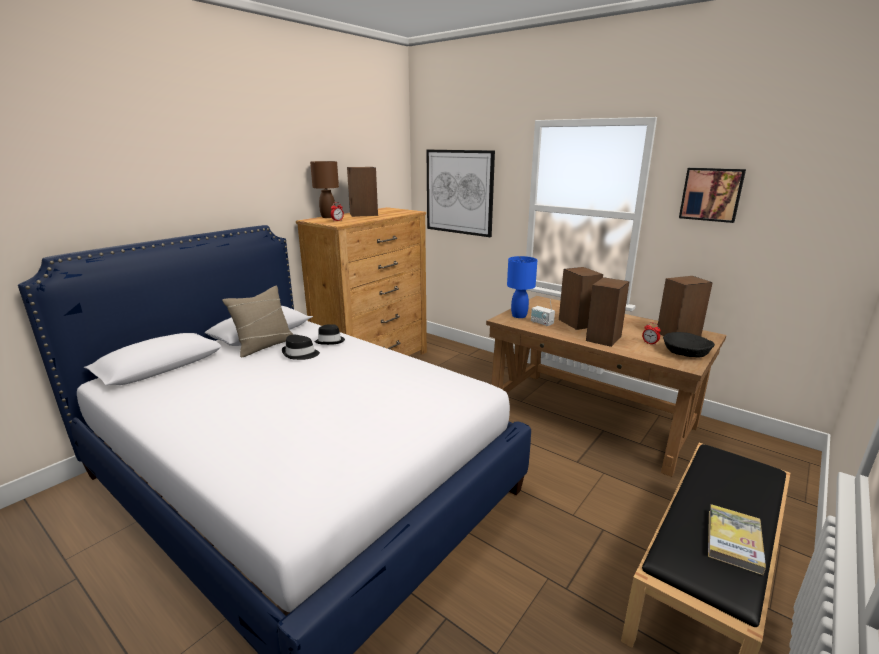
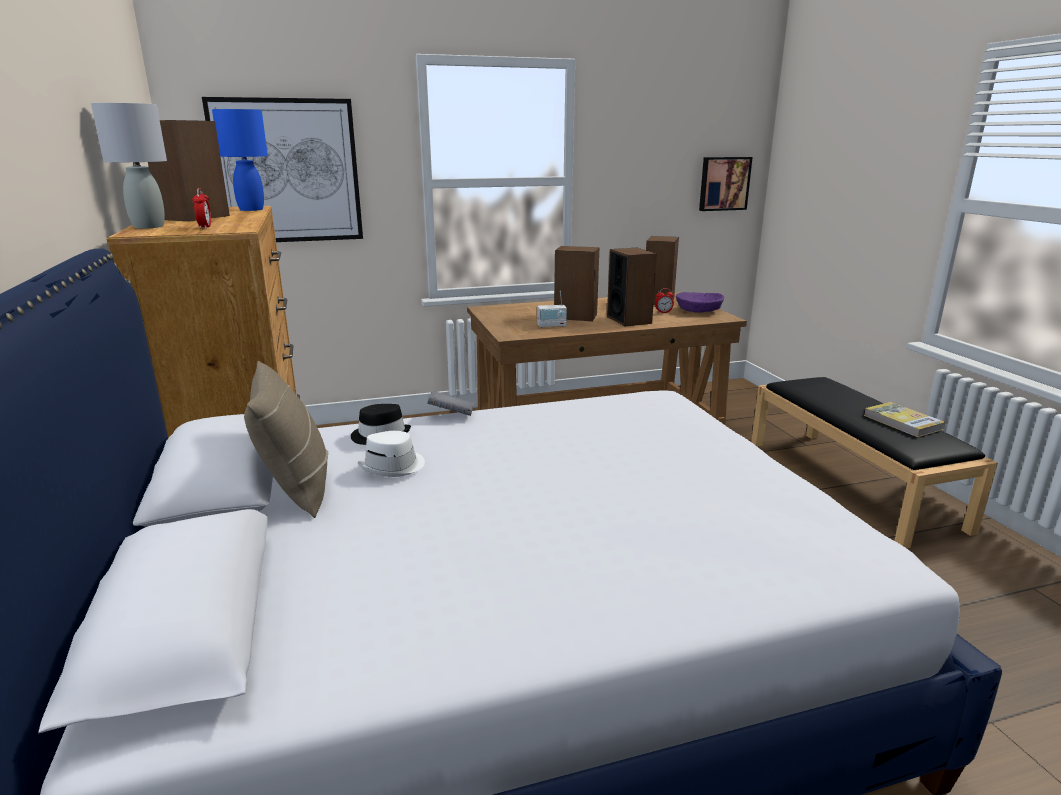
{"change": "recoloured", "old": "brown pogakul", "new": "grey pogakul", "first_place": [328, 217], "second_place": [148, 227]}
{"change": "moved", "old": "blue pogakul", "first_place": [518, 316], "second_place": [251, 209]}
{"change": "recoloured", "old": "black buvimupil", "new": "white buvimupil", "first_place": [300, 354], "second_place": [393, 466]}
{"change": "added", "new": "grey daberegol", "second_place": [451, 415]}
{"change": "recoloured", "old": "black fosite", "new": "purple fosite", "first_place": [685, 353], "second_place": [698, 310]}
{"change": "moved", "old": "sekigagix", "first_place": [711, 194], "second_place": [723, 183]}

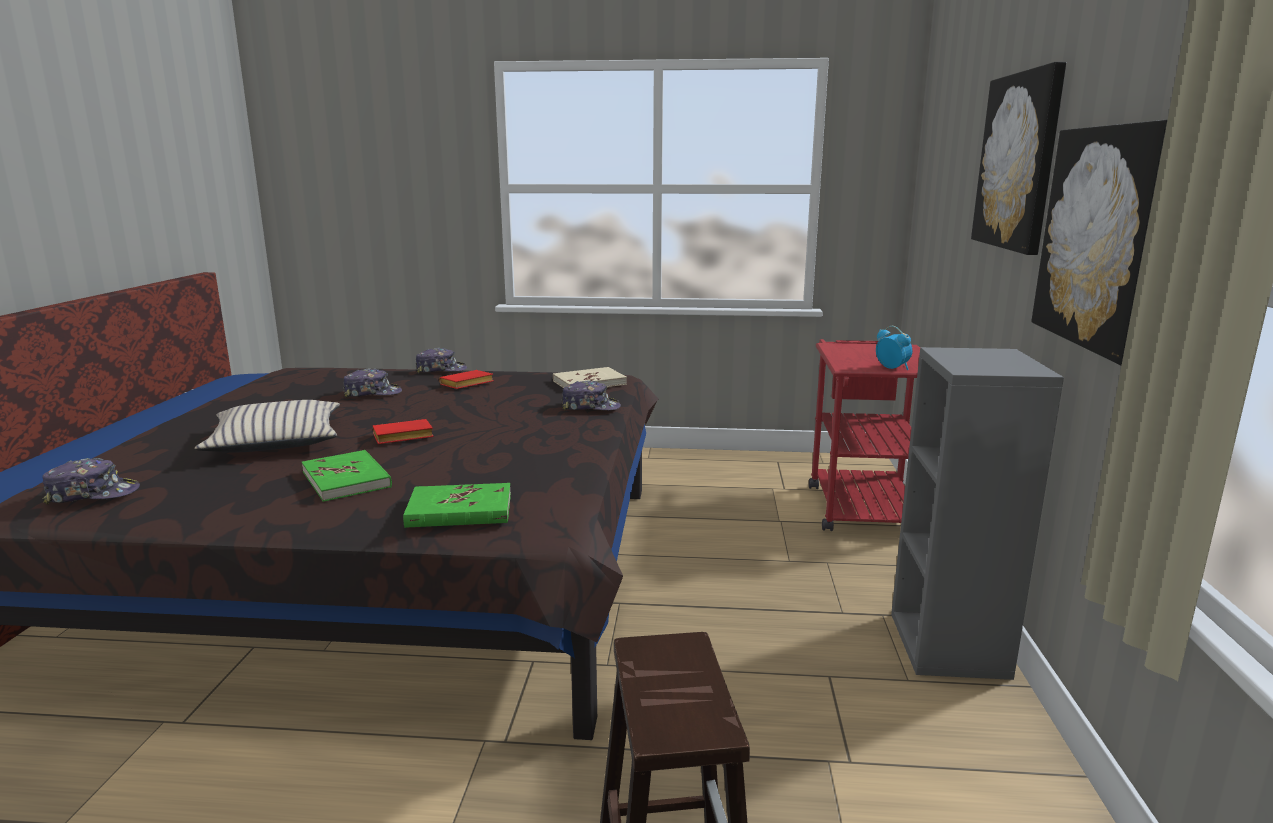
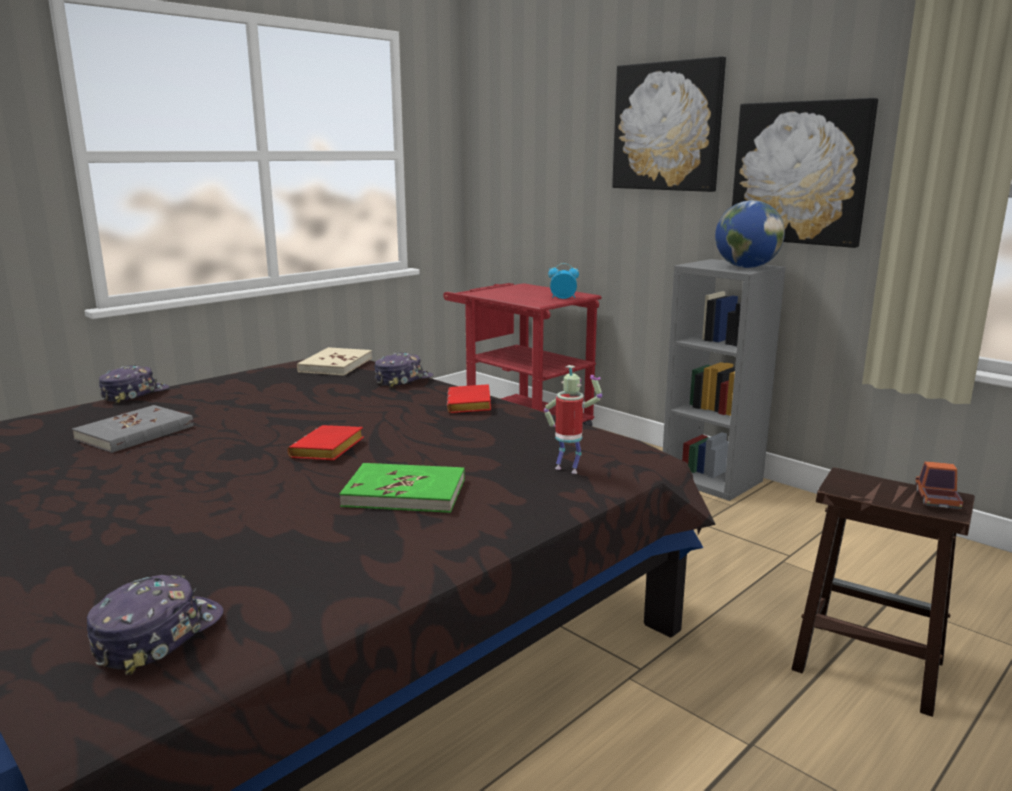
{"change": "replaced", "old": "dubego", "new": "grey daberegol", "first_place": [372, 393], "second_place": [135, 433]}
{"change": "moved", "old": "red daberegol", "first_place": [466, 384], "second_place": [471, 405]}
{"change": "replaced", "old": "green daberegol", "new": "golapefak", "first_place": [460, 510], "second_place": [568, 469]}
{"change": "added", "new": "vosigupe", "second_place": [746, 267]}
{"change": "added", "new": "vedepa", "second_place": [936, 500]}
{"change": "removed", "old": "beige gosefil", "first_place": [276, 441]}

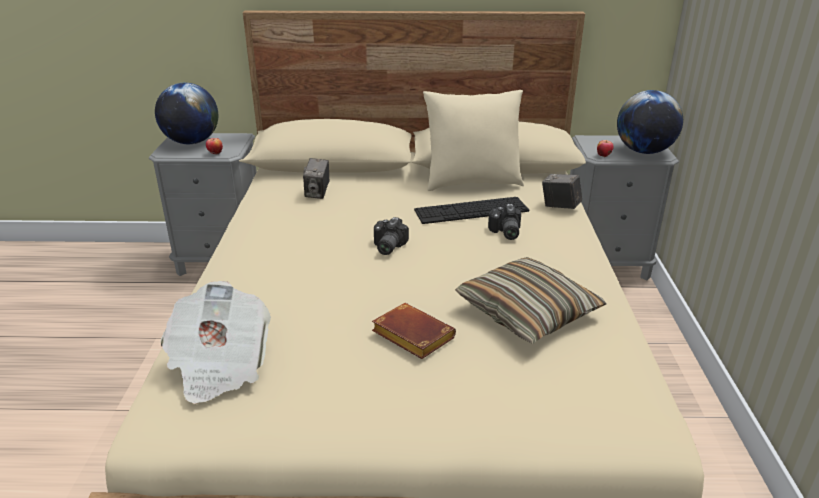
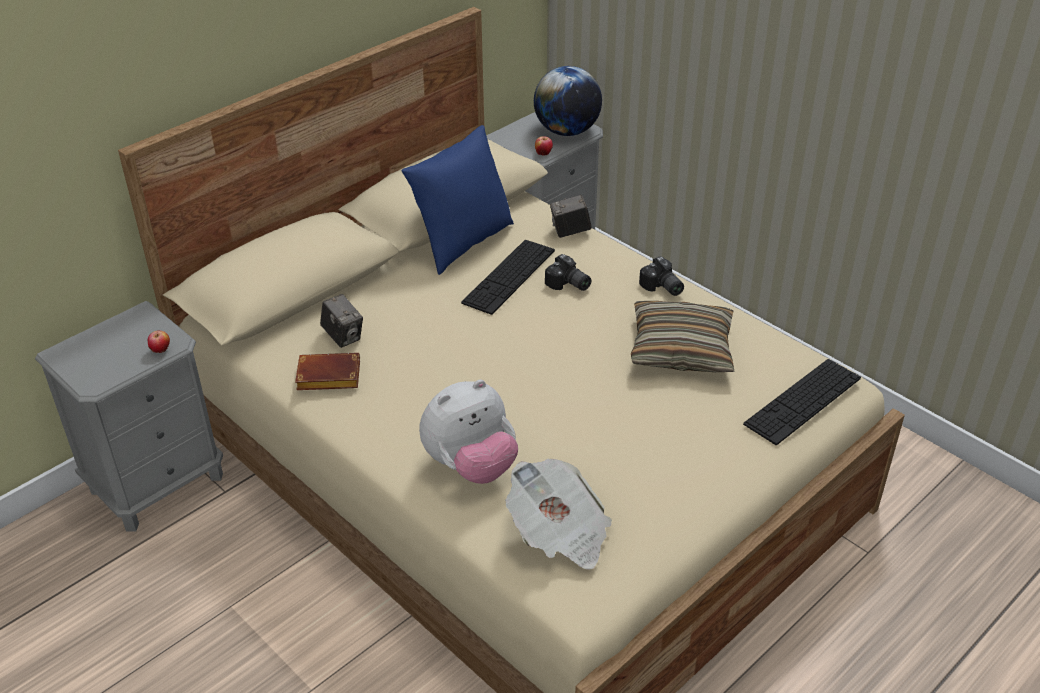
{"change": "moved", "old": "brown daberegol", "first_place": [410, 336], "second_place": [327, 378]}
{"change": "recoloured", "old": "beige gosefil", "new": "blue gosefil", "first_place": [472, 182], "second_place": [462, 243]}
{"change": "added", "new": "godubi", "second_place": [471, 466]}
{"change": "moved", "old": "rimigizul", "first_place": [387, 247], "second_place": [661, 288]}
{"change": "added", "new": "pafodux", "second_place": [803, 401]}
{"change": "removed", "old": "vosigupe", "first_place": [192, 142]}

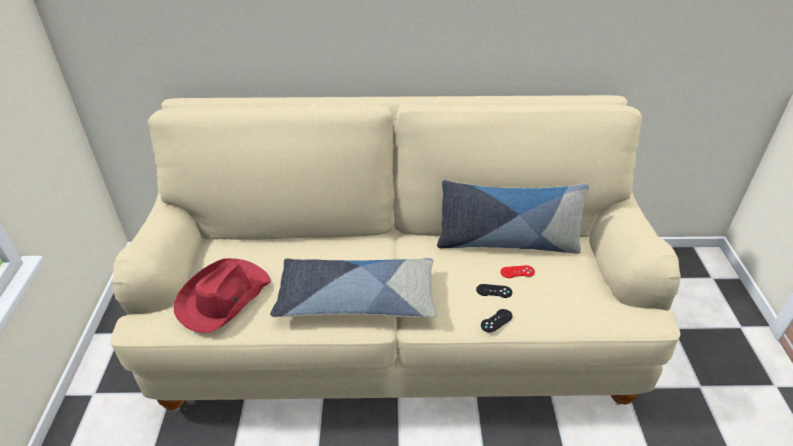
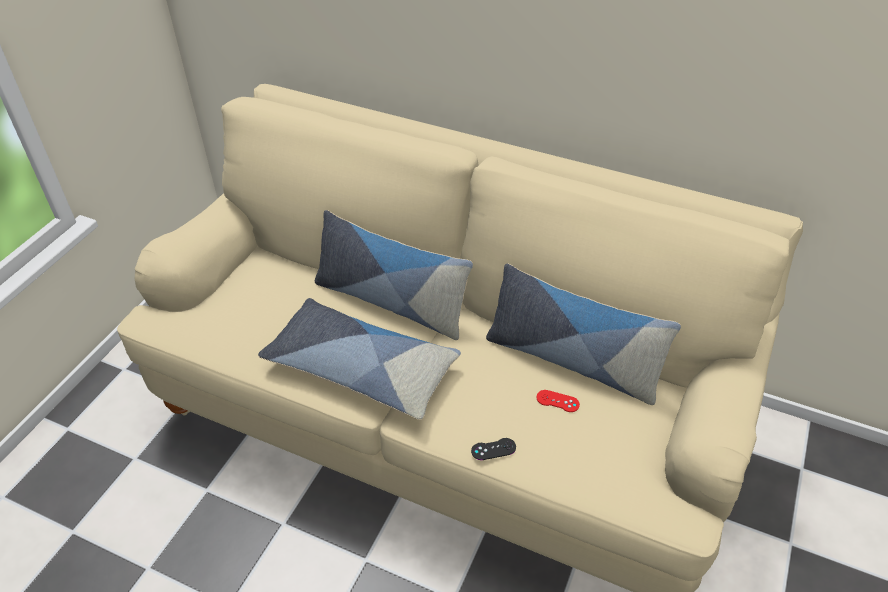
{"change": "added", "new": "gosefil", "second_place": [391, 302]}
{"change": "removed", "old": "red buvimupil", "first_place": [223, 297]}
{"change": "removed", "old": "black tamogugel", "first_place": [494, 291]}

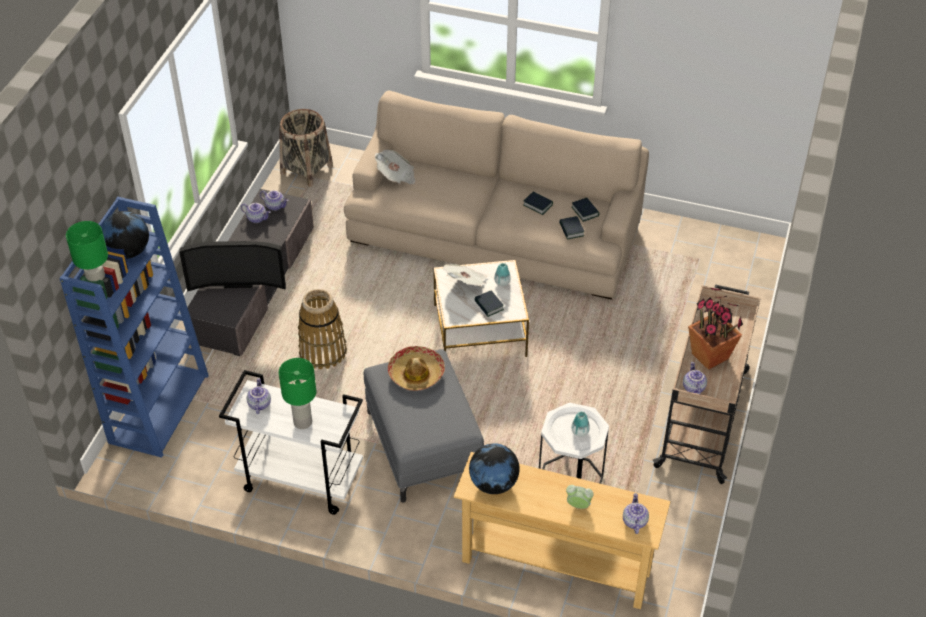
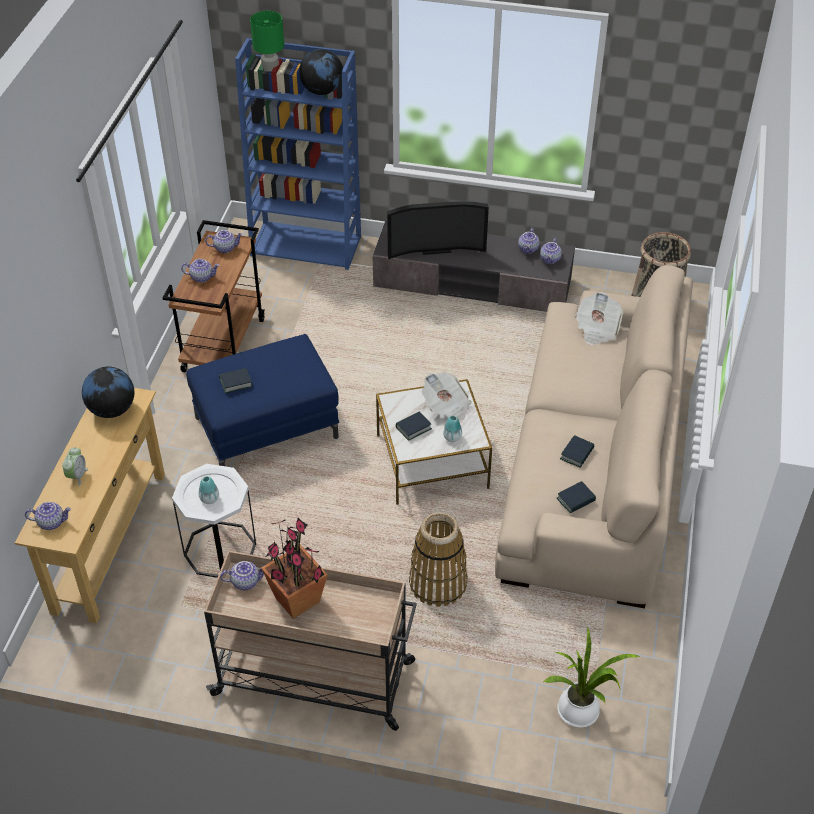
{"change": "recoloured", "old": "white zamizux", "new": "brown zamizux", "first_place": [299, 480], "second_place": [223, 344]}
{"change": "replaced", "old": "green pogakul", "new": "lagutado", "first_place": [302, 422], "second_place": [202, 277]}
{"change": "recoloured", "old": "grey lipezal", "new": "blue lipezal", "first_place": [422, 445], "second_place": [267, 427]}
{"change": "moved", "old": "daberegol", "first_place": [571, 230], "second_place": [235, 383]}
{"change": "turned", "old": "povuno", "first_place": [238, 281], "second_place": [435, 248], "degrees": -90}
{"change": "moved", "old": "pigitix", "first_place": [323, 351], "second_place": [438, 583]}
{"change": "added", "new": "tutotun", "second_place": [581, 712]}
{"change": "removed", "old": "buvimupil", "first_place": [416, 373]}

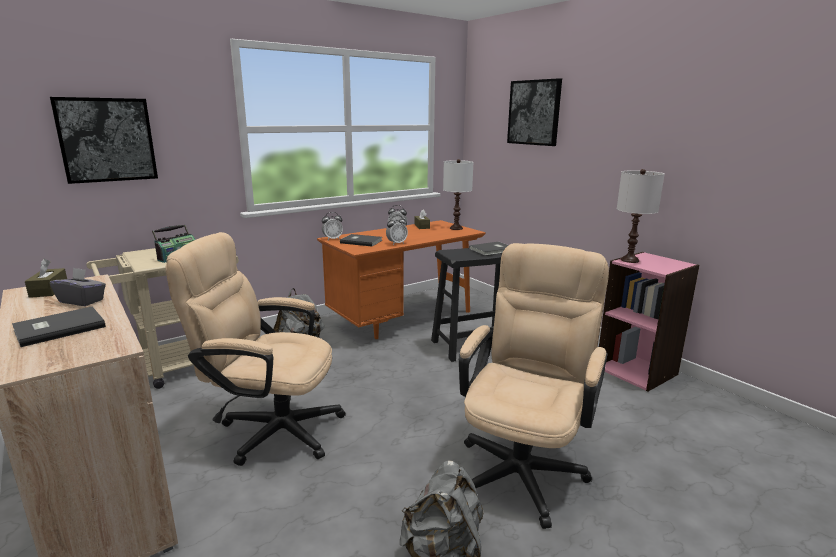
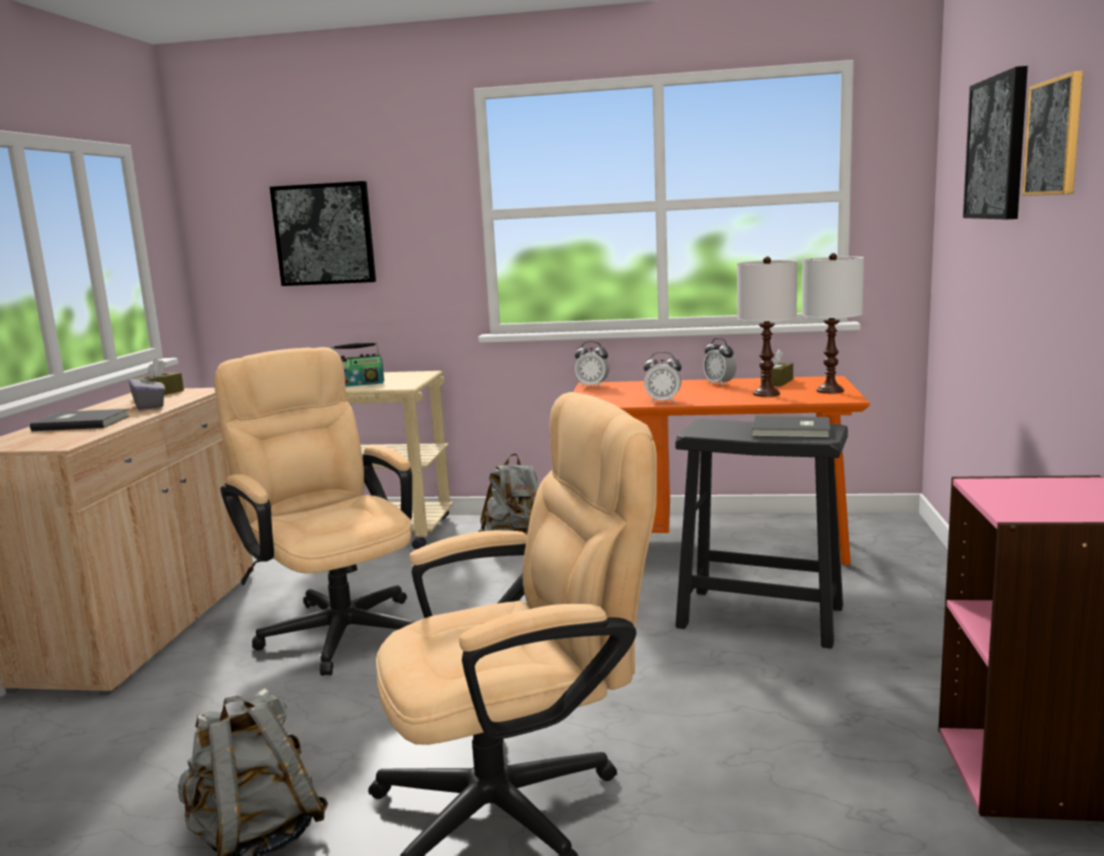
{"change": "moved", "old": "white pogakul", "first_place": [630, 260], "second_place": [766, 394]}
{"change": "added", "new": "sekigagix", "second_place": [1054, 137]}
{"change": "removed", "old": "grey daberegol", "first_place": [361, 241]}

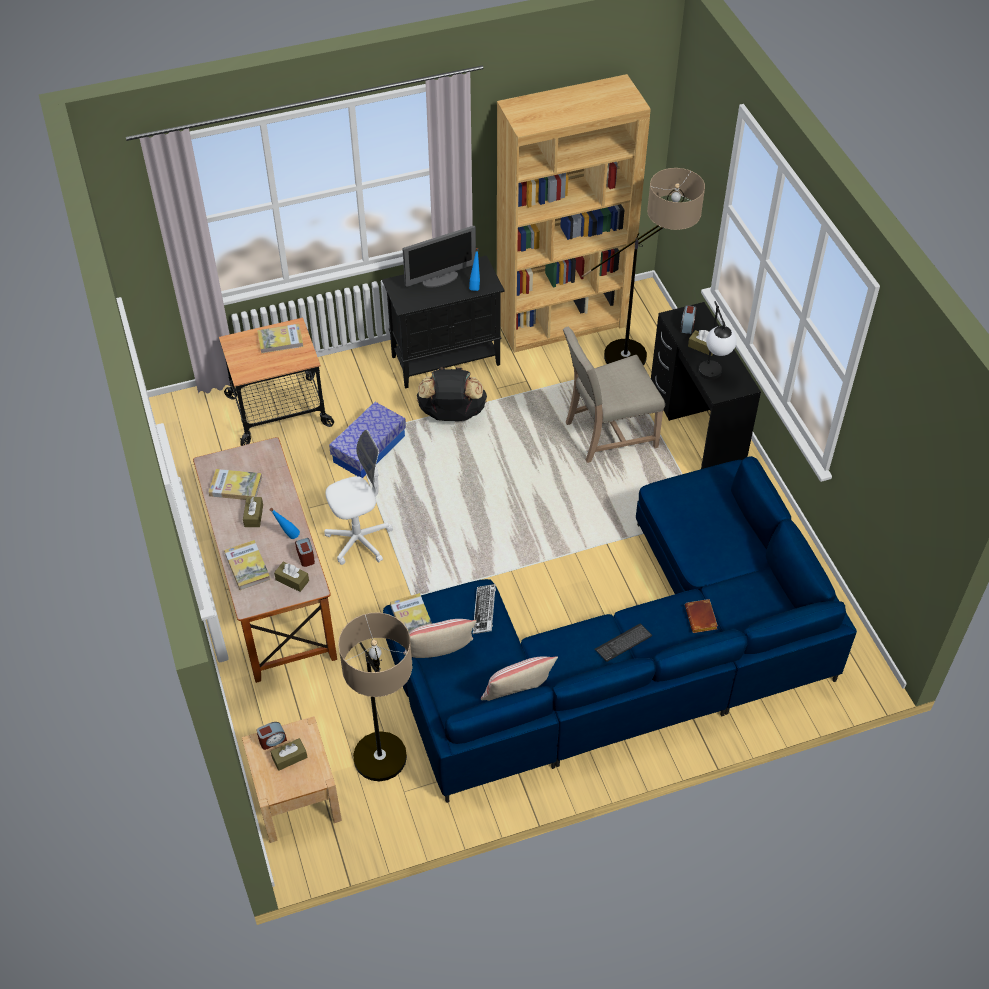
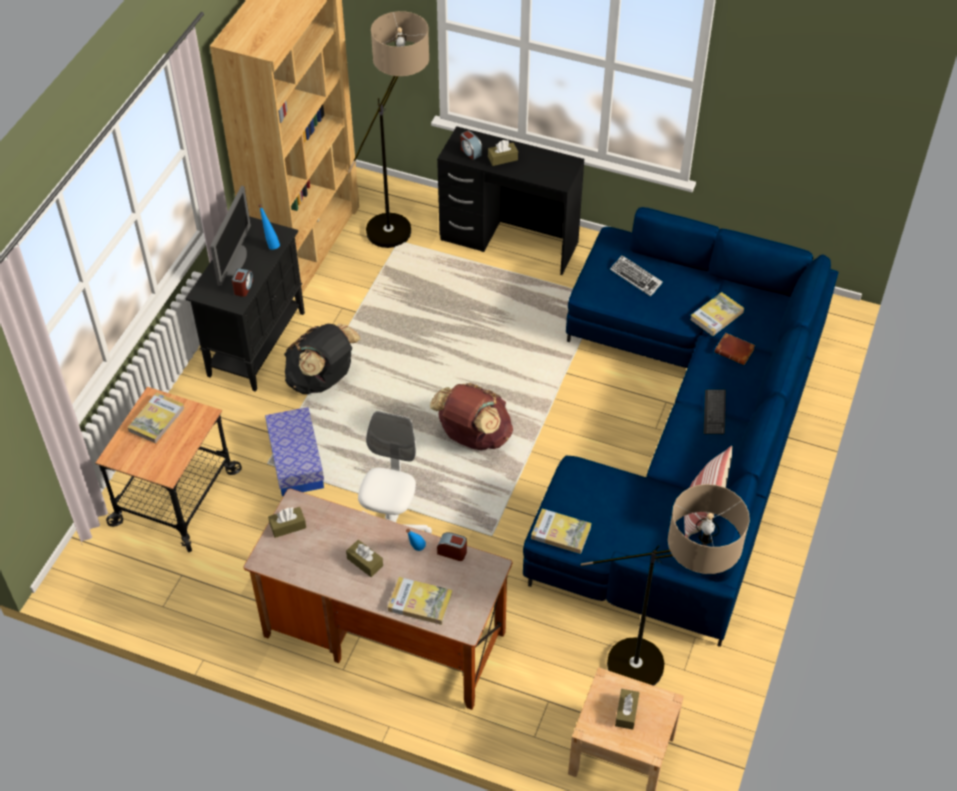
{"change": "moved", "old": "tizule", "first_place": [272, 740], "second_place": [243, 287]}
{"change": "moved", "old": "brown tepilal", "first_place": [292, 580], "second_place": [288, 526]}
{"change": "added", "new": "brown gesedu", "second_place": [473, 437]}
{"change": "moved", "old": "pafodux", "first_place": [484, 611], "second_place": [636, 278]}
{"change": "moved", "old": "daberegol", "first_place": [235, 486], "second_place": [716, 316]}
{"change": "removed", "old": "gosefil", "first_place": [440, 653]}
{"change": "removed", "old": "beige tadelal", "first_place": [607, 434]}
{"change": "removed", "old": "pogakul", "first_place": [712, 378]}

